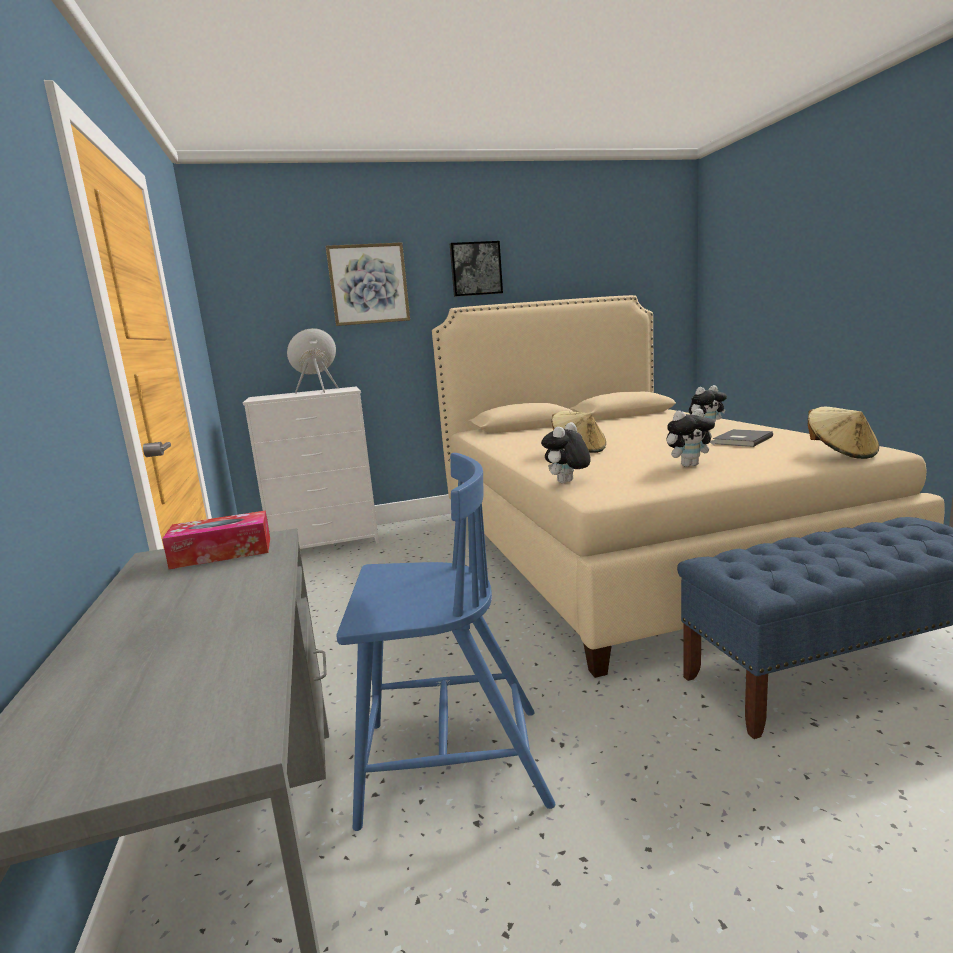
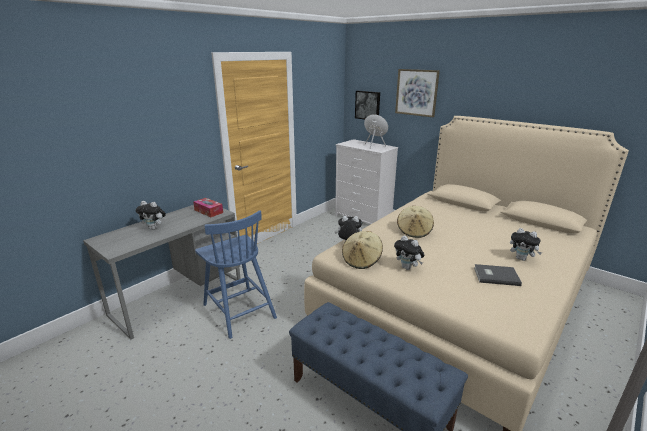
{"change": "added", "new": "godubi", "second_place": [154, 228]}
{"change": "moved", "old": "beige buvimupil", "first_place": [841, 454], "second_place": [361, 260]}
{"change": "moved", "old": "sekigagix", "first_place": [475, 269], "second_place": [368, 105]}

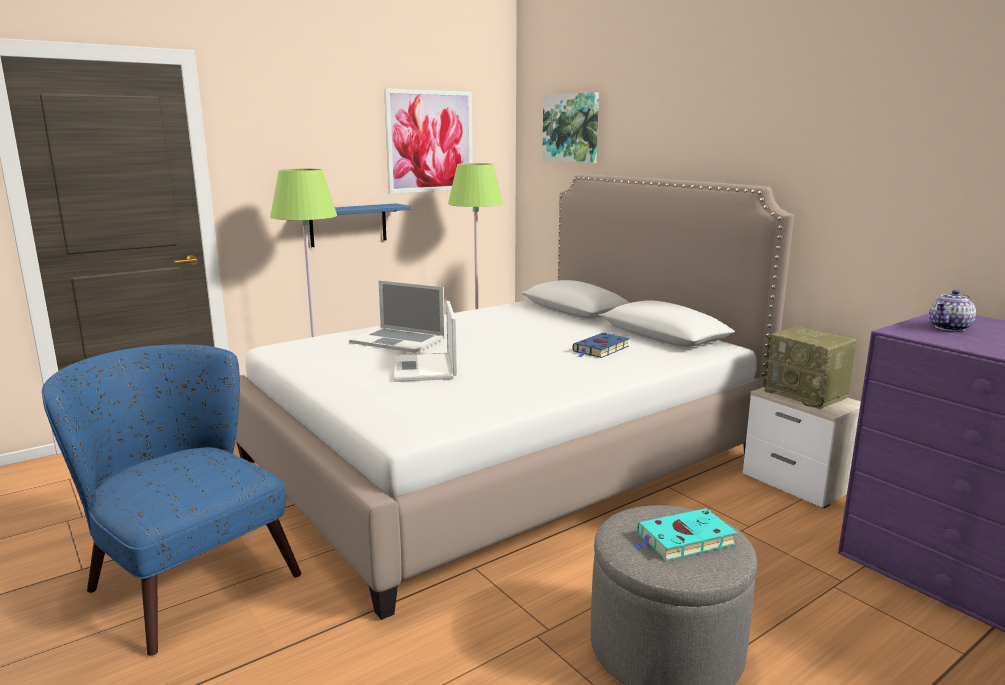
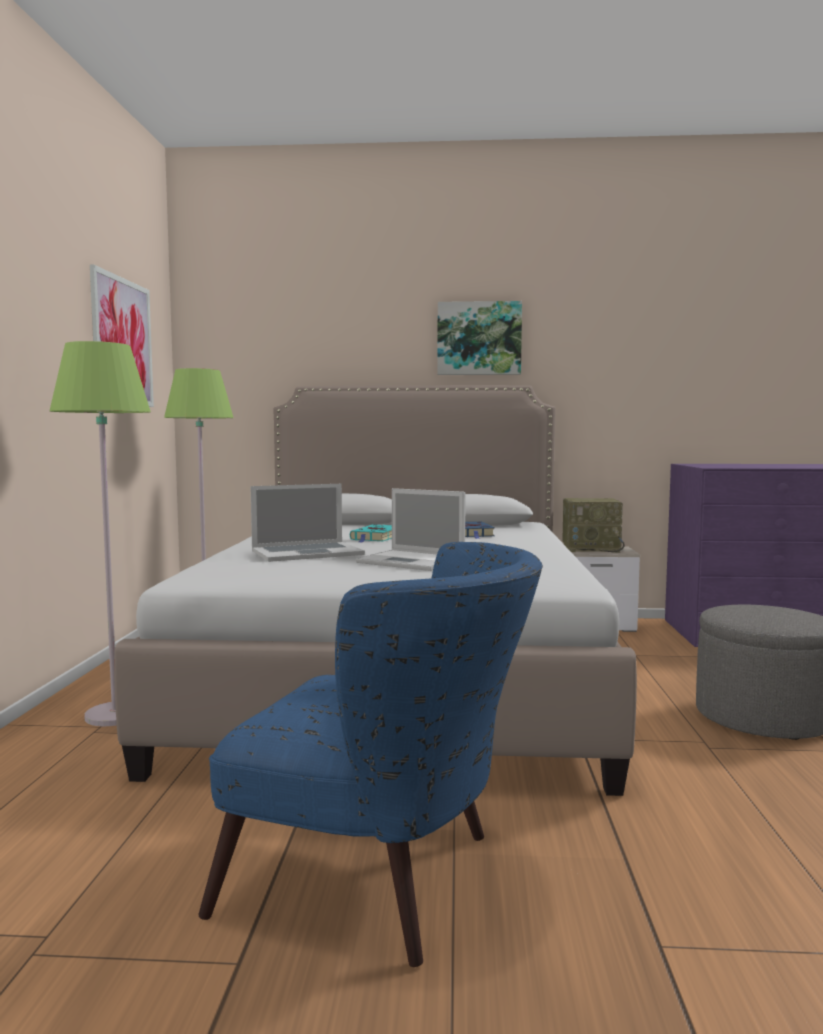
{"change": "turned", "old": "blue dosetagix", "first_place": [184, 575], "second_place": [385, 881], "degrees": -150}
{"change": "moved", "old": "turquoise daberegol", "first_place": [683, 540], "second_place": [376, 537]}
{"change": "moved", "old": "sekigagix", "first_place": [571, 128], "second_place": [479, 338]}
{"change": "removed", "old": "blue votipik", "first_place": [348, 225]}
{"change": "removed", "old": "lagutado", "first_place": [950, 328]}

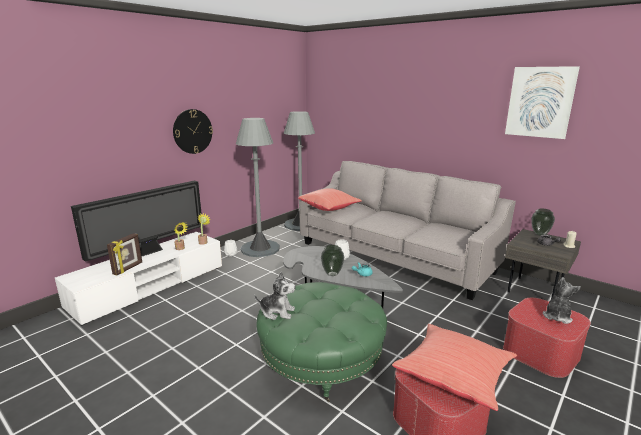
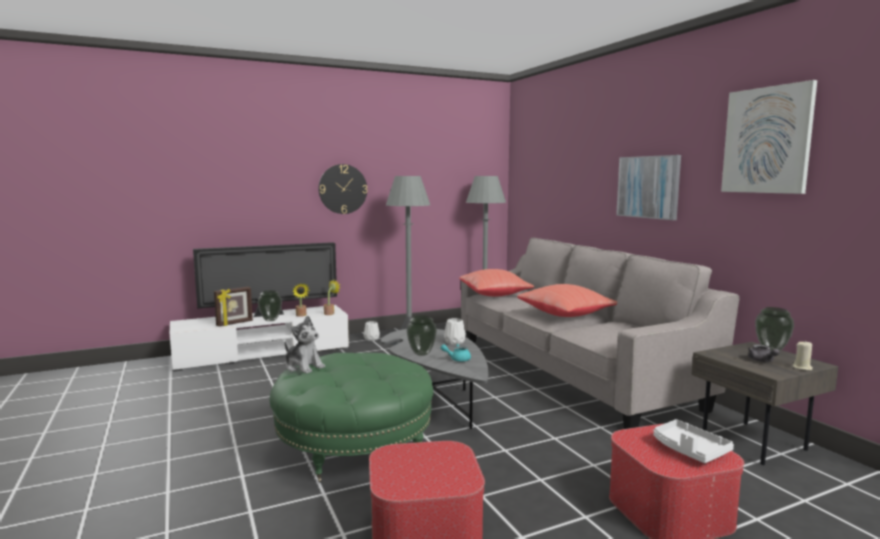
{"change": "added", "new": "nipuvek", "second_place": [270, 320]}
{"change": "moved", "old": "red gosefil", "first_place": [454, 376], "second_place": [566, 314]}
{"change": "added", "new": "sekigagix", "second_place": [648, 187]}
{"change": "replaced", "old": "godubi", "new": "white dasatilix", "first_place": [557, 316], "second_place": [689, 450]}

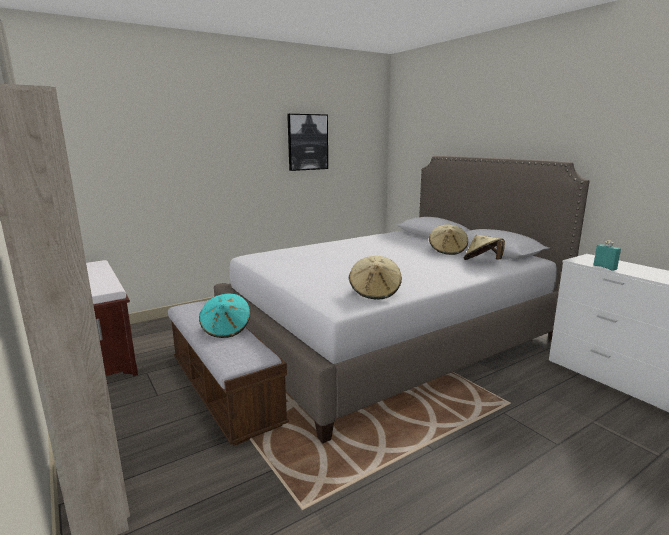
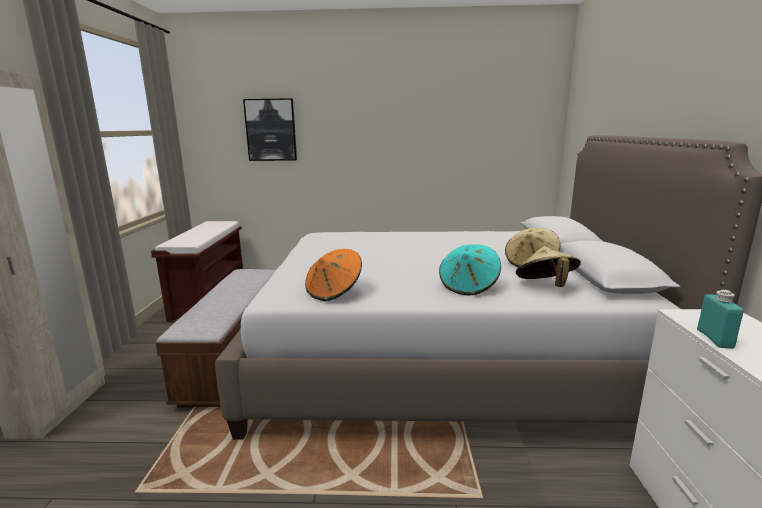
{"change": "moved", "old": "sekigagix", "first_place": [307, 142], "second_place": [271, 130]}
{"change": "recoloured", "old": "beige buvimupil", "new": "orange buvimupil", "first_place": [375, 292], "second_place": [334, 292]}
{"change": "moved", "old": "turquoise buvimupil", "first_place": [226, 329], "second_place": [469, 286]}

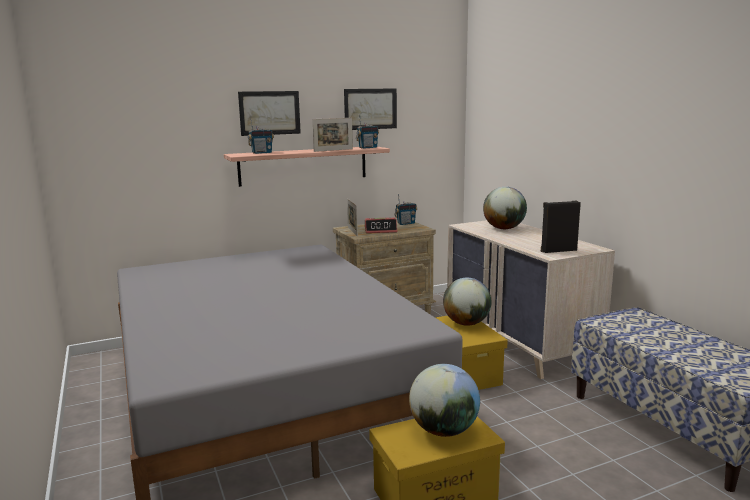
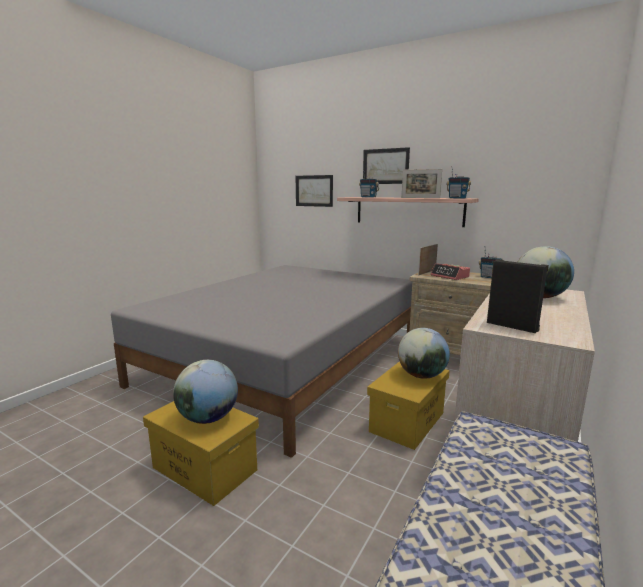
{"change": "moved", "old": "sekigagix", "first_place": [370, 109], "second_place": [314, 191]}

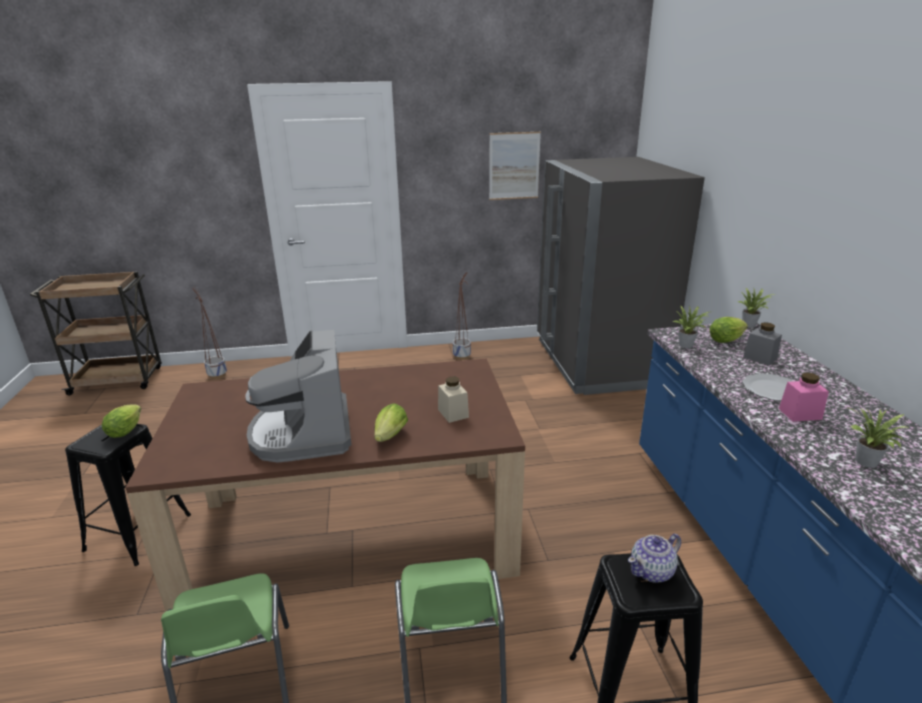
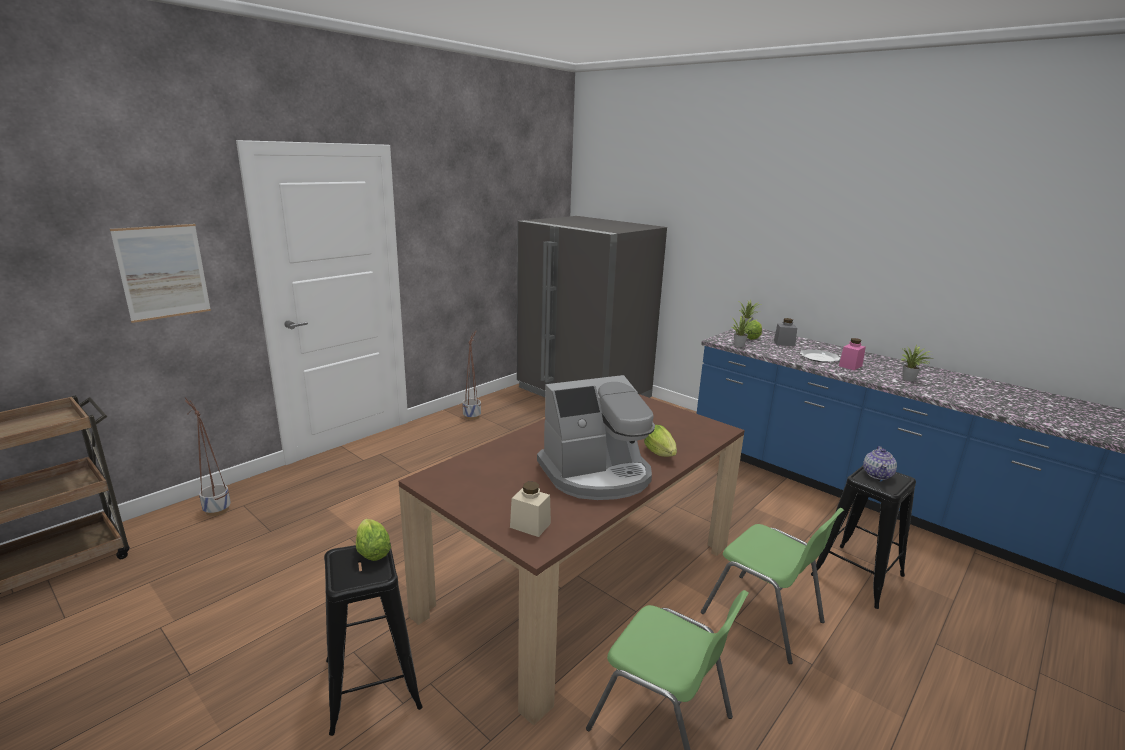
{"change": "moved", "old": "sekigagix", "first_place": [514, 166], "second_place": [163, 272]}
{"change": "moved", "old": "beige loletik", "first_place": [453, 413], "second_place": [530, 525]}
{"change": "turned", "old": "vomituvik", "first_place": [304, 433], "second_place": [596, 474], "degrees": -60}

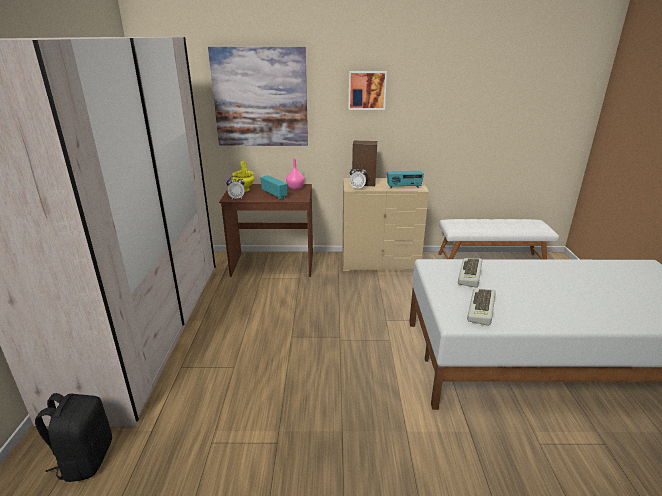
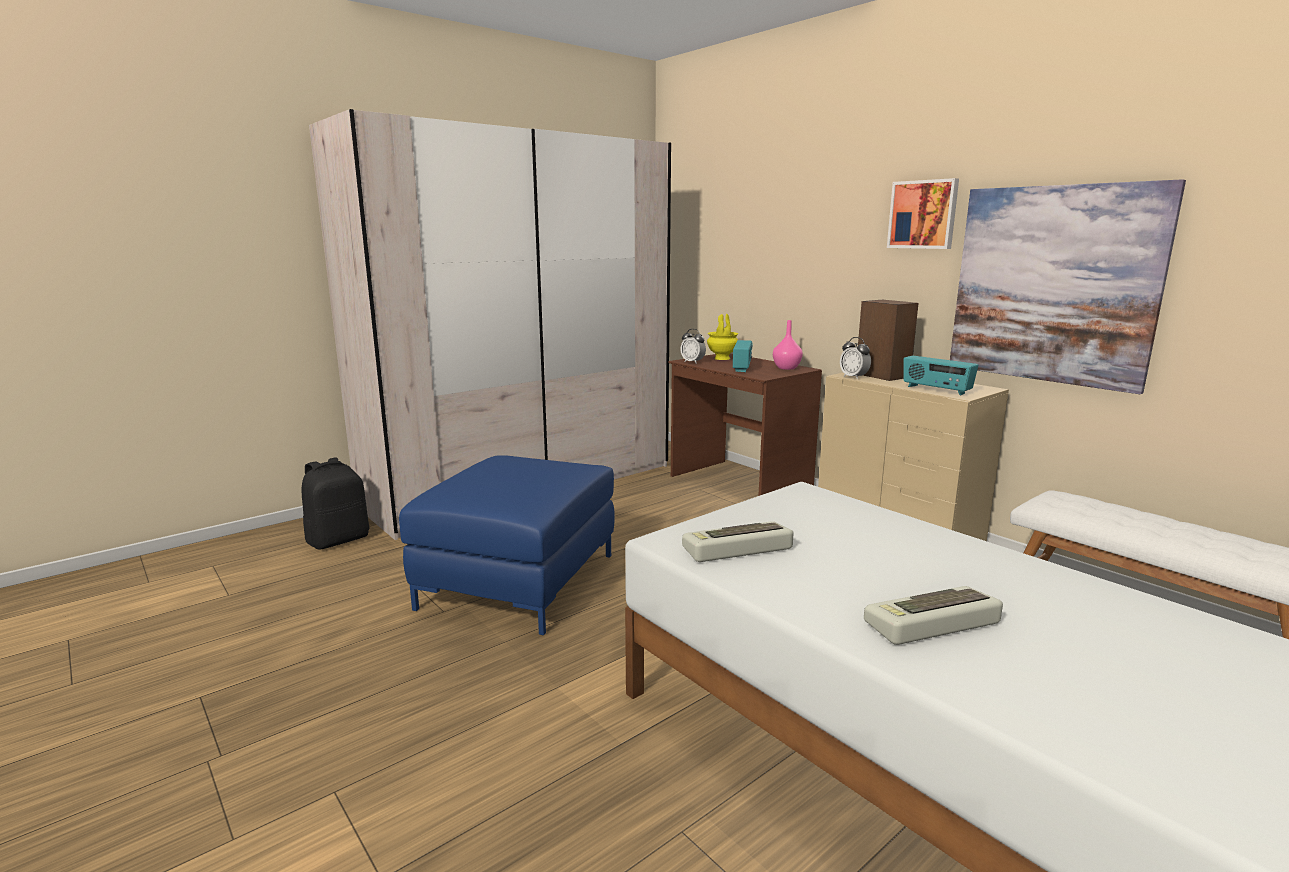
{"change": "added", "new": "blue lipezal", "second_place": [519, 581]}
{"change": "moved", "old": "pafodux", "first_place": [471, 275], "second_place": [932, 624]}
{"change": "moved", "old": "sekigagix", "first_place": [260, 98], "second_place": [1053, 285]}

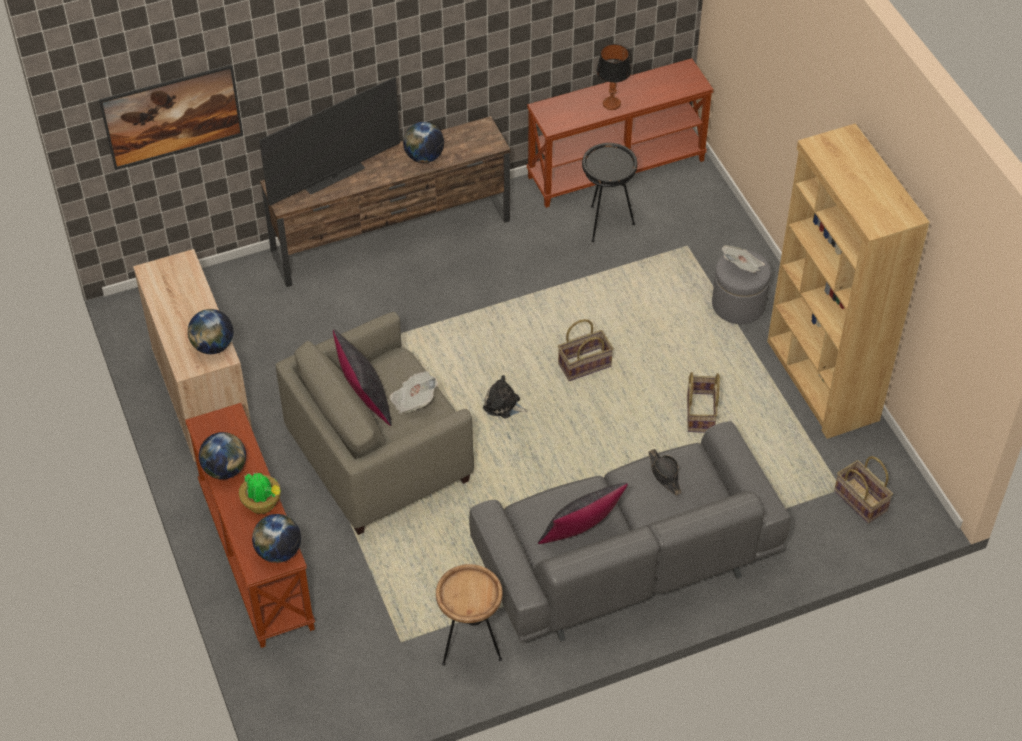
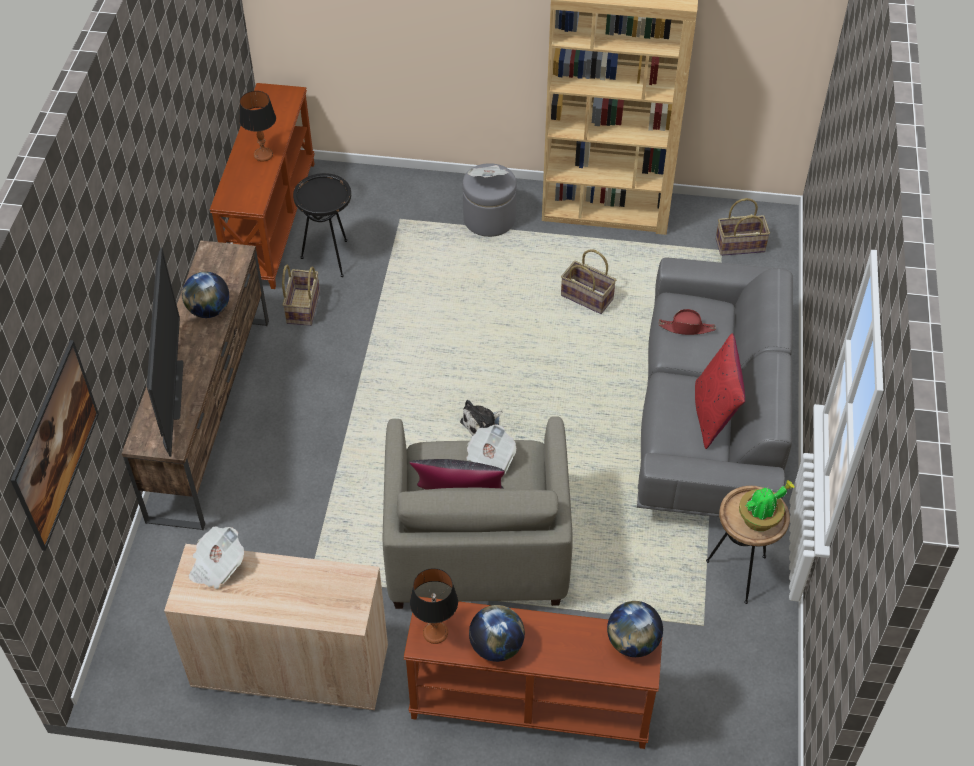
{"change": "added", "new": "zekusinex", "second_place": [217, 566]}
{"change": "moved", "old": "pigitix", "first_place": [584, 364], "second_place": [302, 307]}
{"change": "added", "new": "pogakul", "second_place": [435, 633]}
{"change": "recoloured", "old": "black buvimupil", "new": "red buvimupil", "first_place": [665, 475], "second_place": [686, 328]}
{"change": "recoloured", "old": "black gosefil", "new": "red gosefil", "first_place": [581, 534], "second_place": [714, 414]}
{"change": "moved", "old": "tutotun", "first_place": [263, 503], "second_place": [760, 518]}
{"change": "removed", "old": "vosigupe", "first_place": [213, 346]}

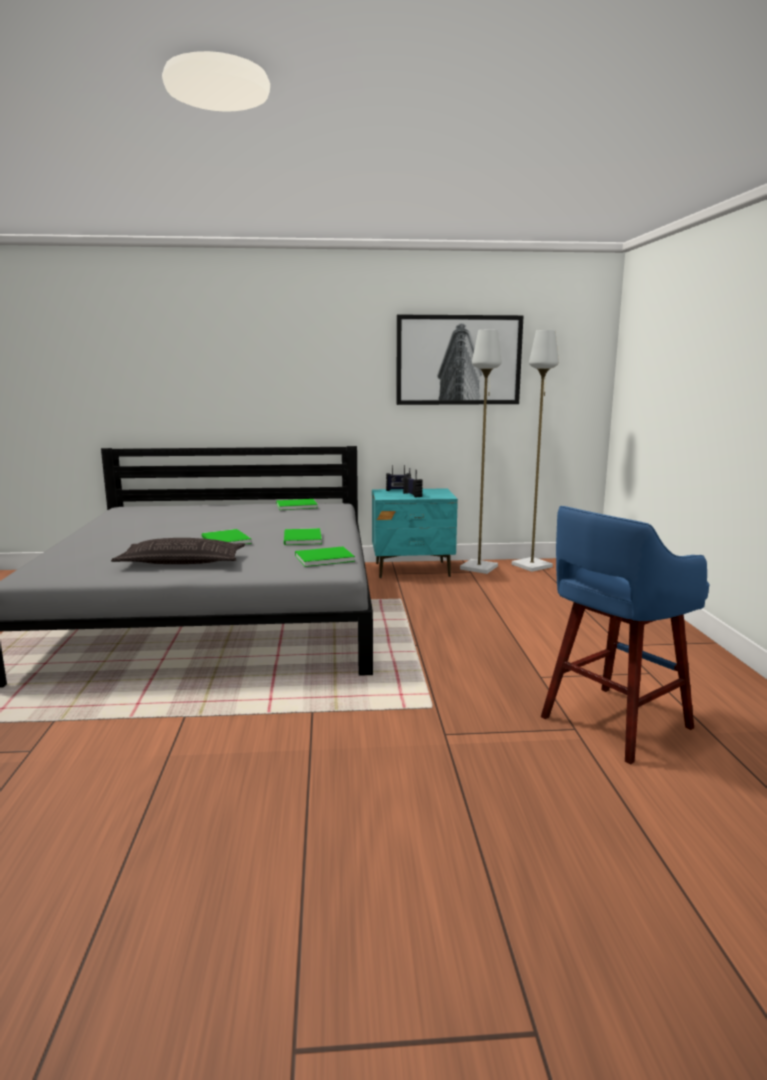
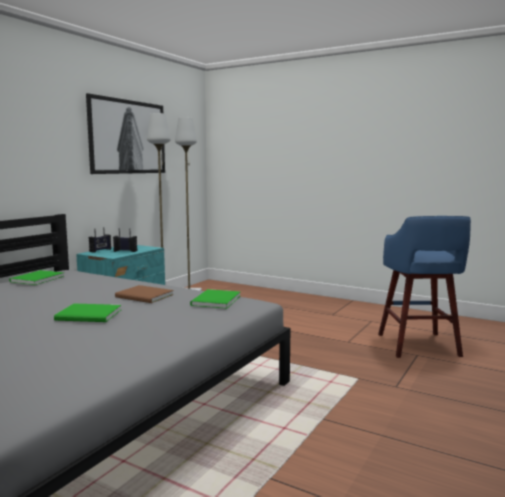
{"change": "recoloured", "old": "green daberegol", "new": "brown daberegol", "first_place": [301, 539], "second_place": [145, 296]}
{"change": "removed", "old": "gosefil", "first_place": [182, 562]}

